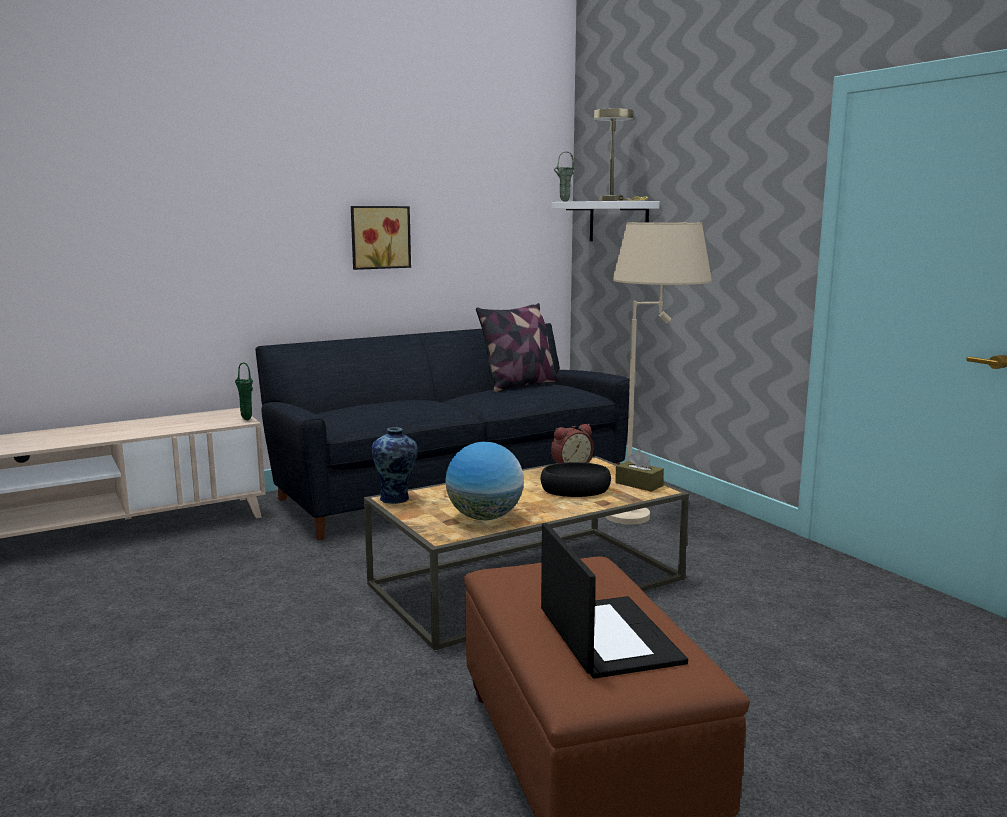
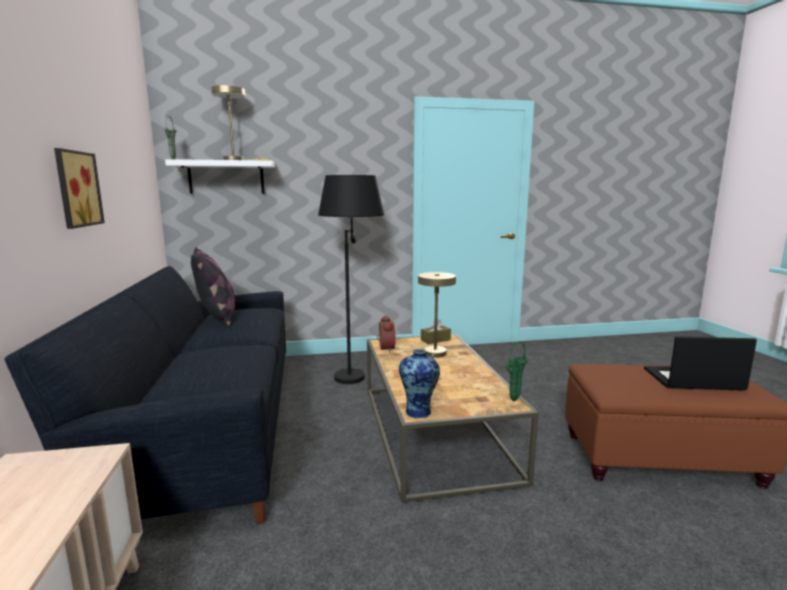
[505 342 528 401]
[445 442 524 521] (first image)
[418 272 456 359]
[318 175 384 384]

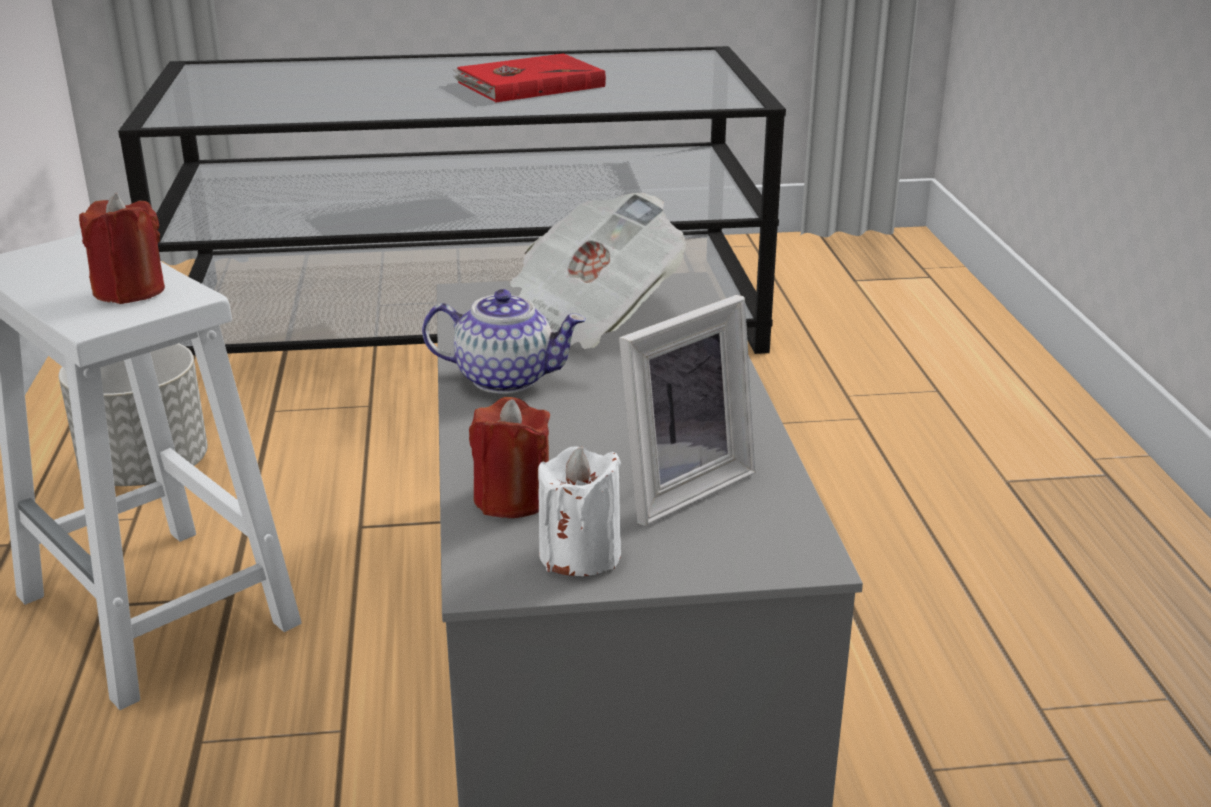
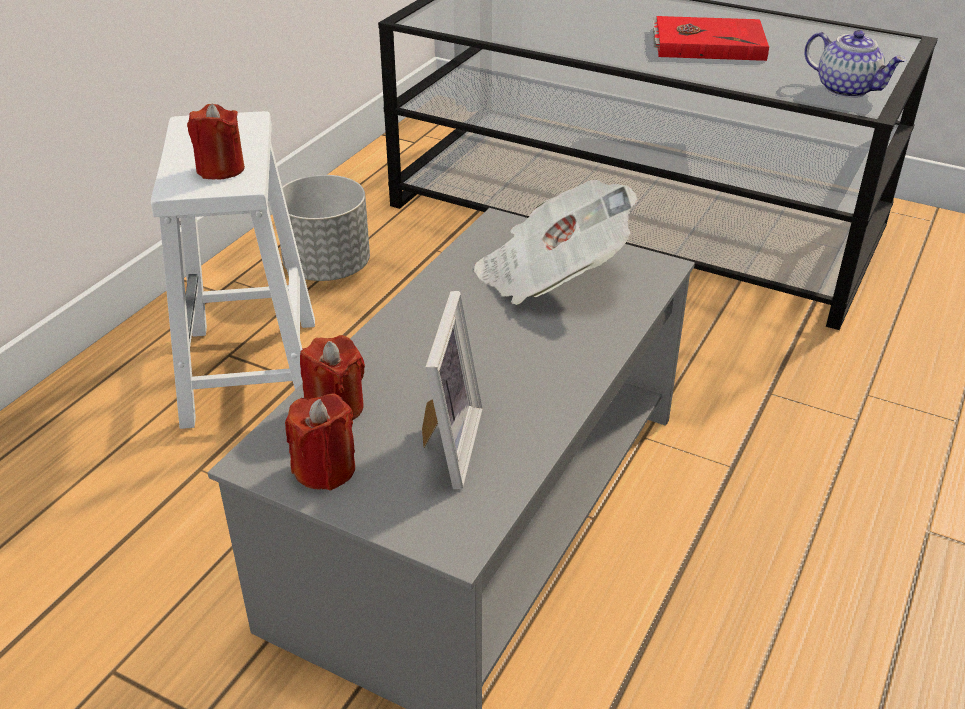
[804 30 907 98]
[285 393 355 491]
[422 291 483 489]

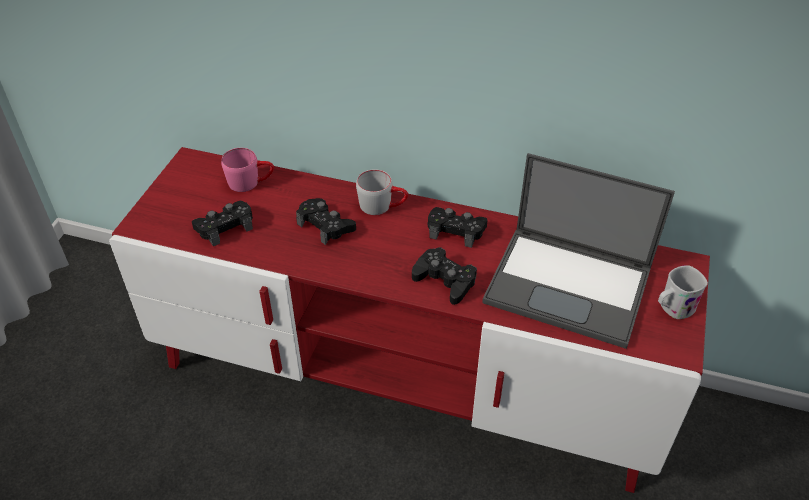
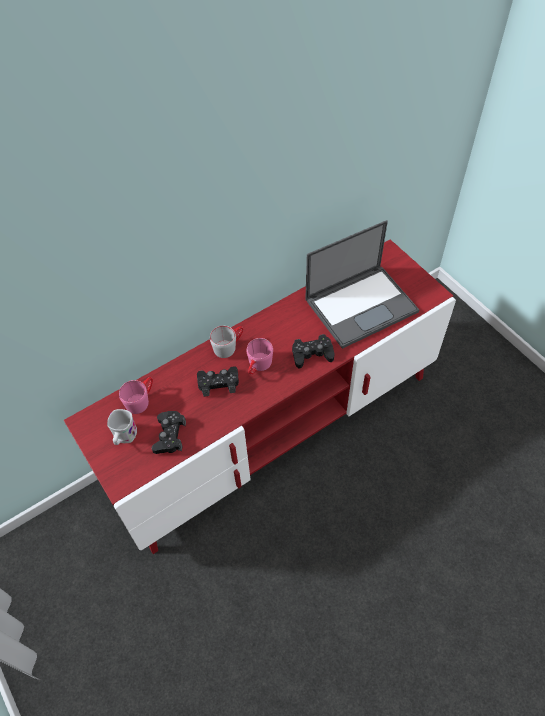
[428 207 488 248] (first image)
[107 409 137 445]
[246 338 273 375]

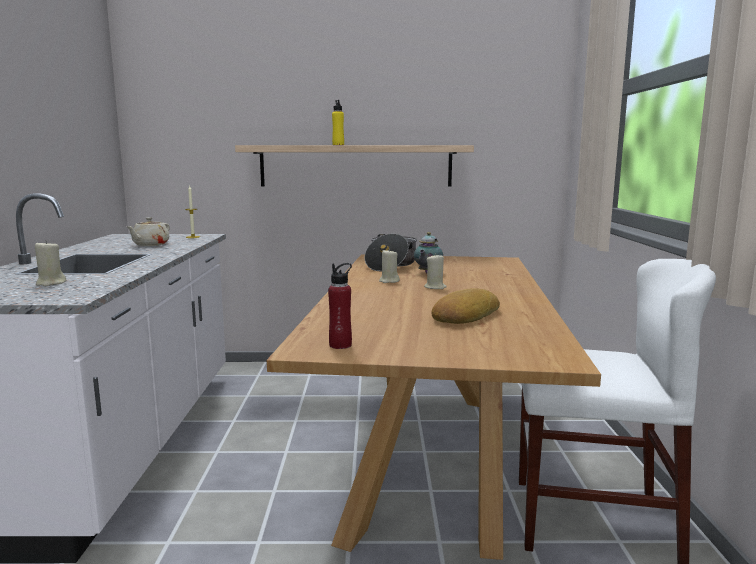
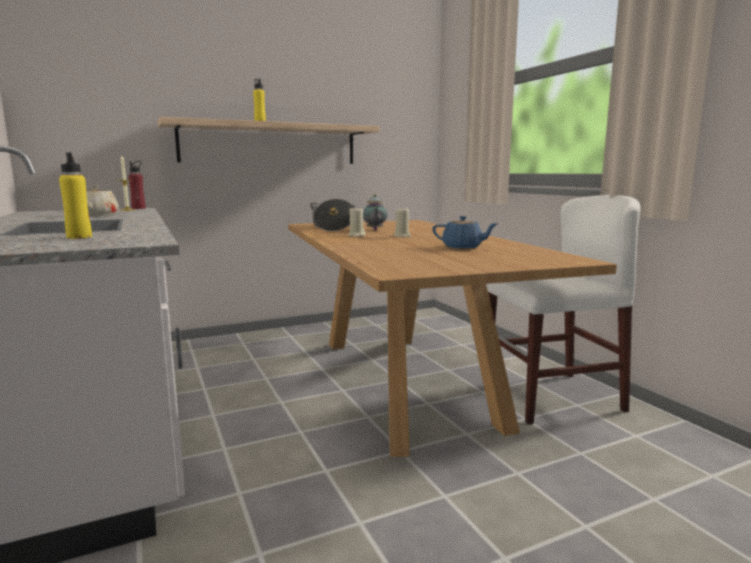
[59 152 92 239]
[129 161 145 209]
[432 216 499 249]

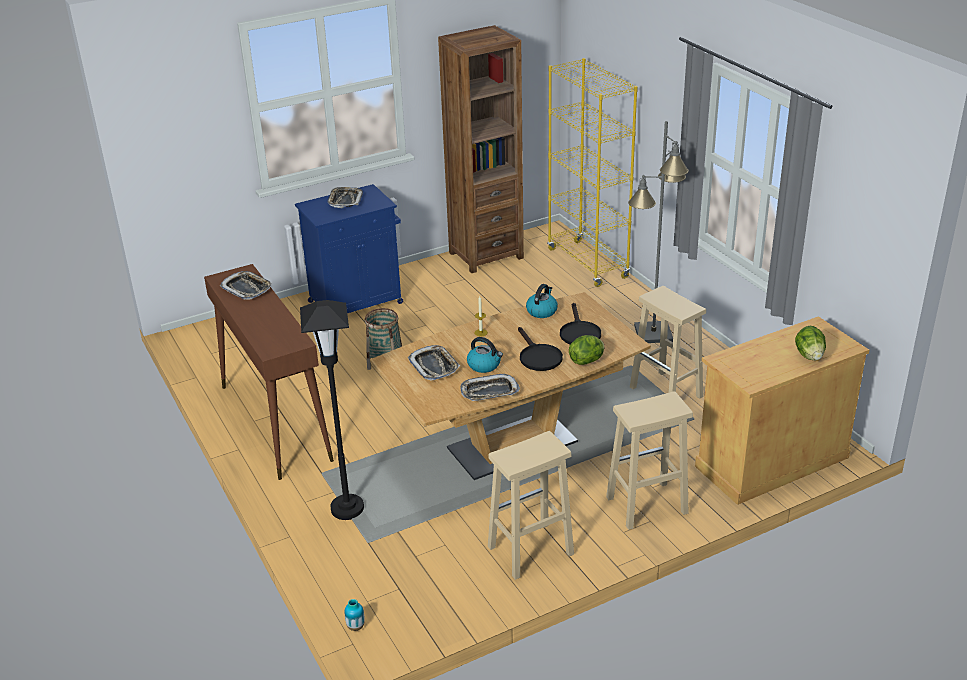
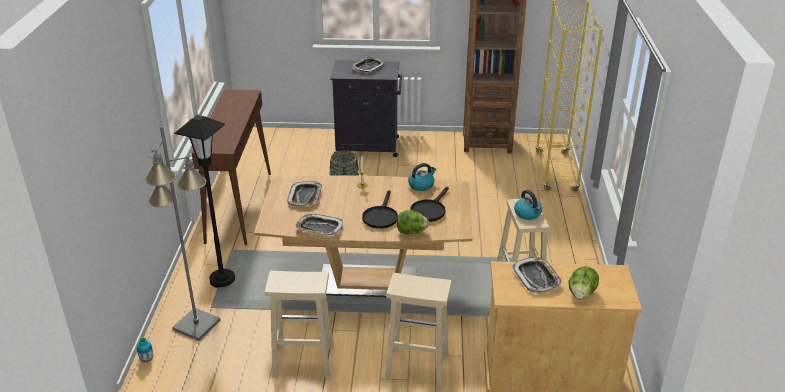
[512 257 563 293]
[330 61 402 157]
[514 190 542 220]
[145 126 221 341]

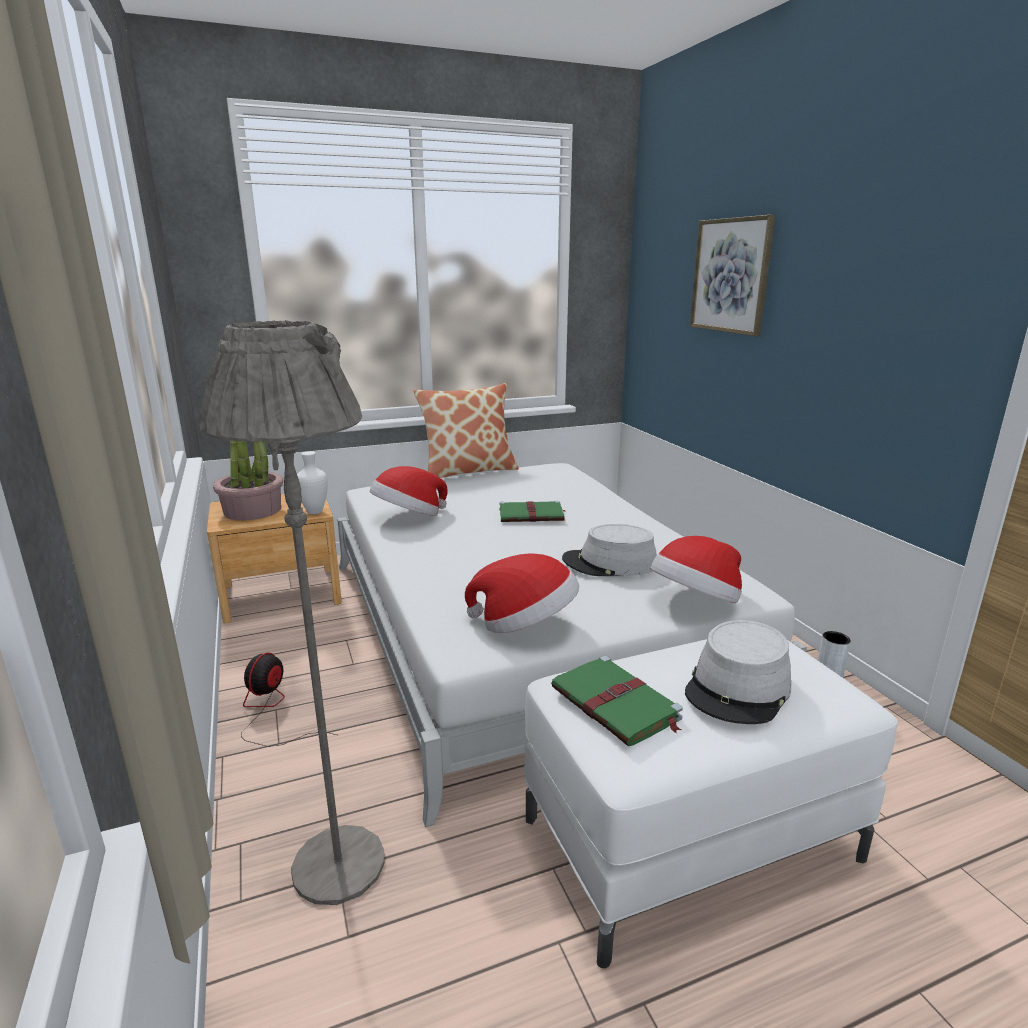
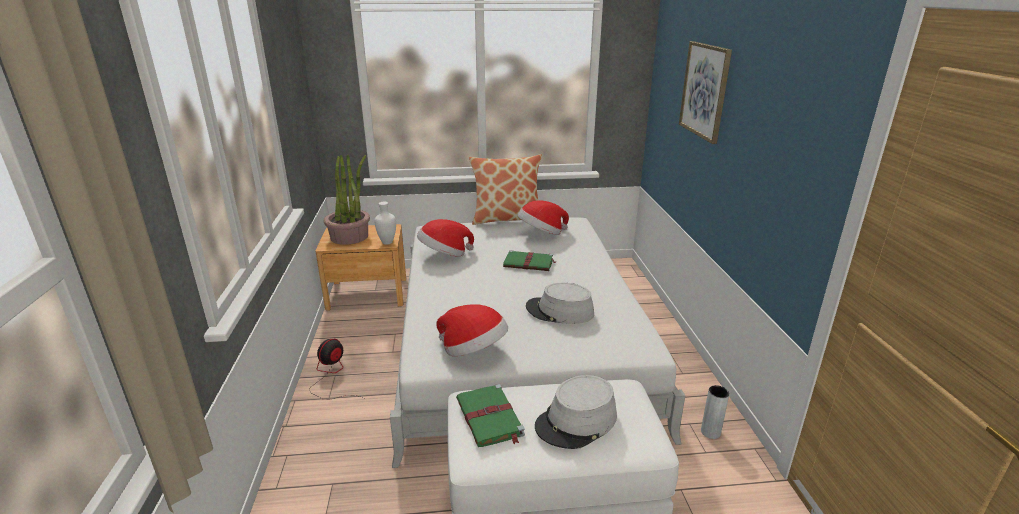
[199 320 385 905] (first image)
[518 200 569 235]

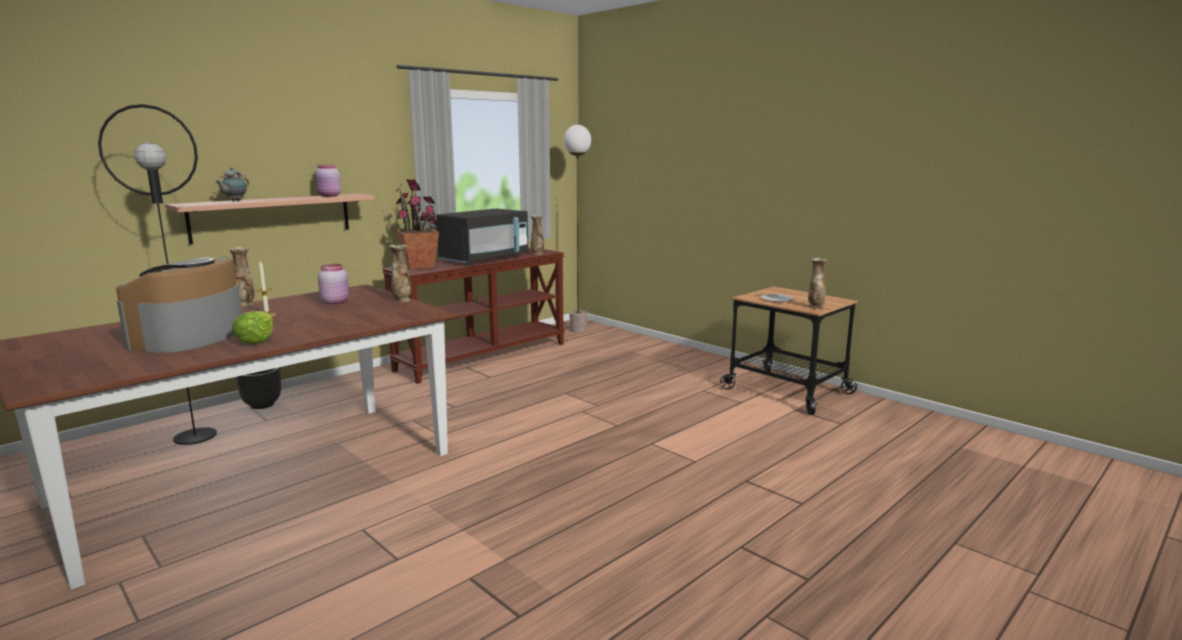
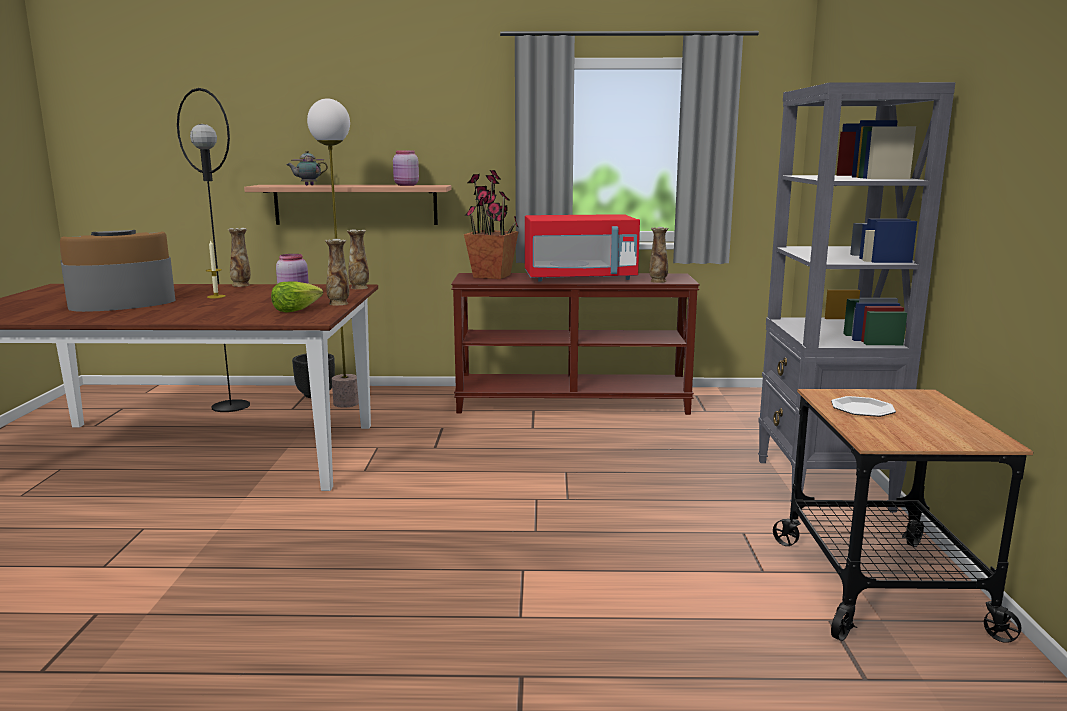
[271 282 323 313]
[525 215 640 282]
[307 99 359 408]
[347 229 369 289]
[758 82 955 513]

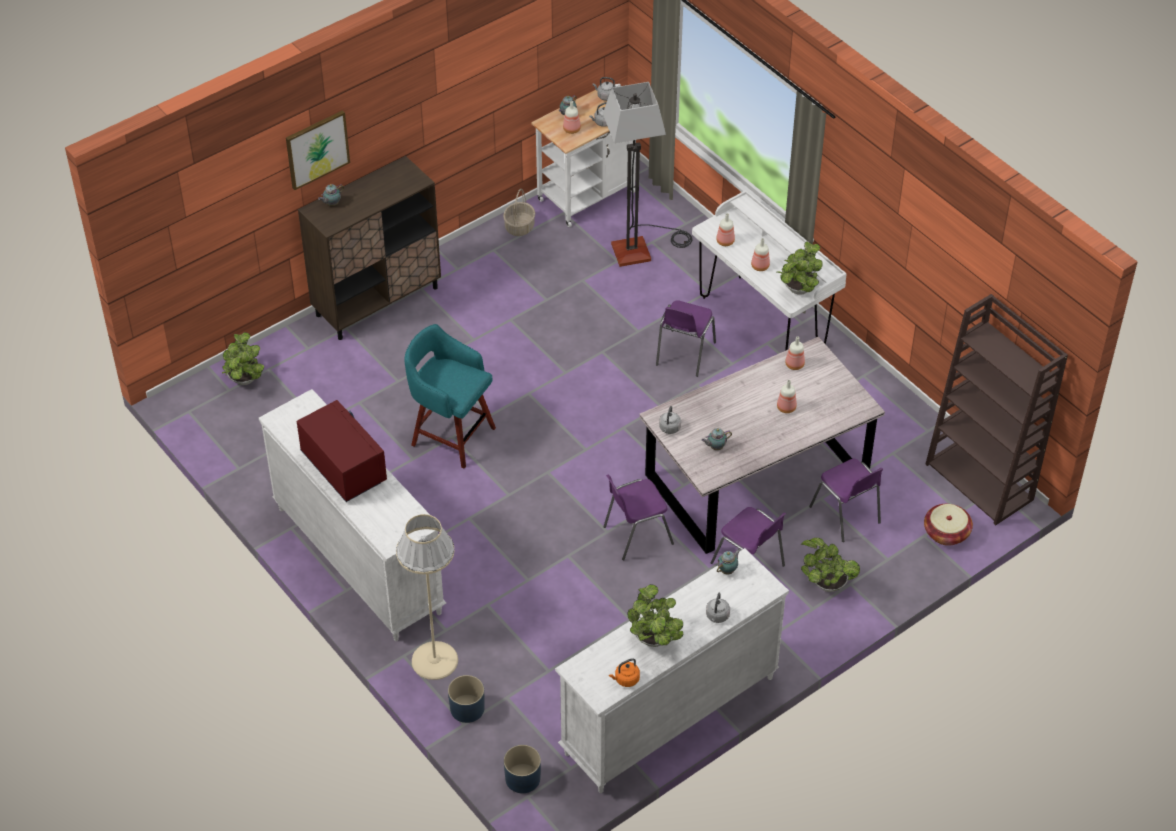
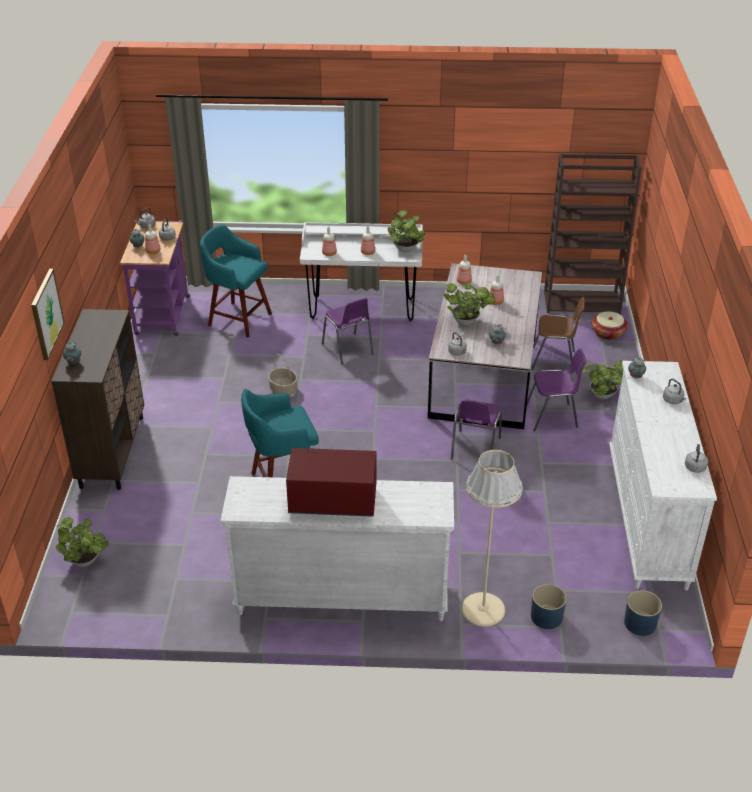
[268 354 298 395]
[120 220 190 336]
[200 224 272 338]
[685 444 708 473]
[443 283 495 325]
[531 297 585 372]

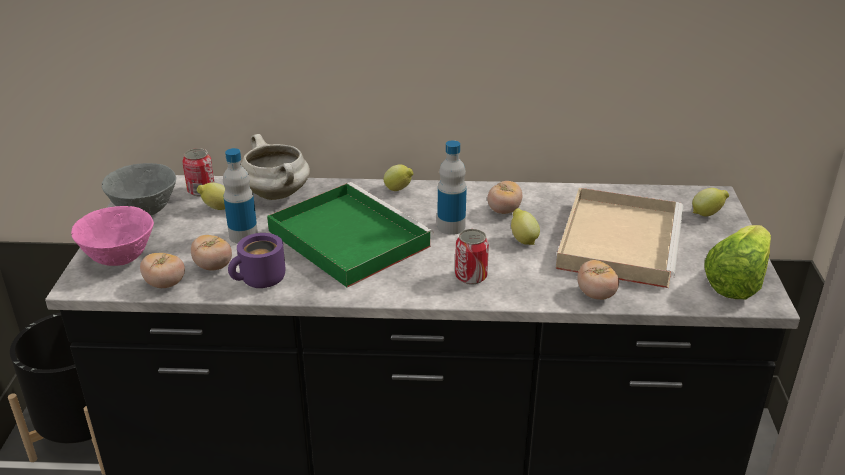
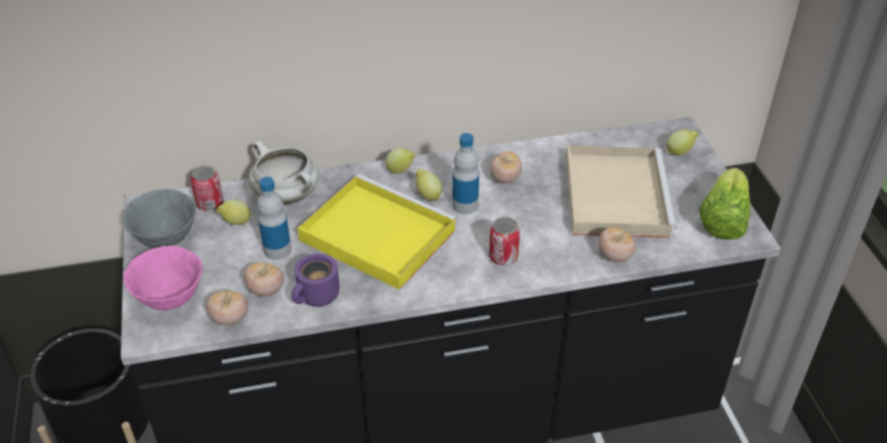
[297 174 457 290]
[416 169 442 200]

